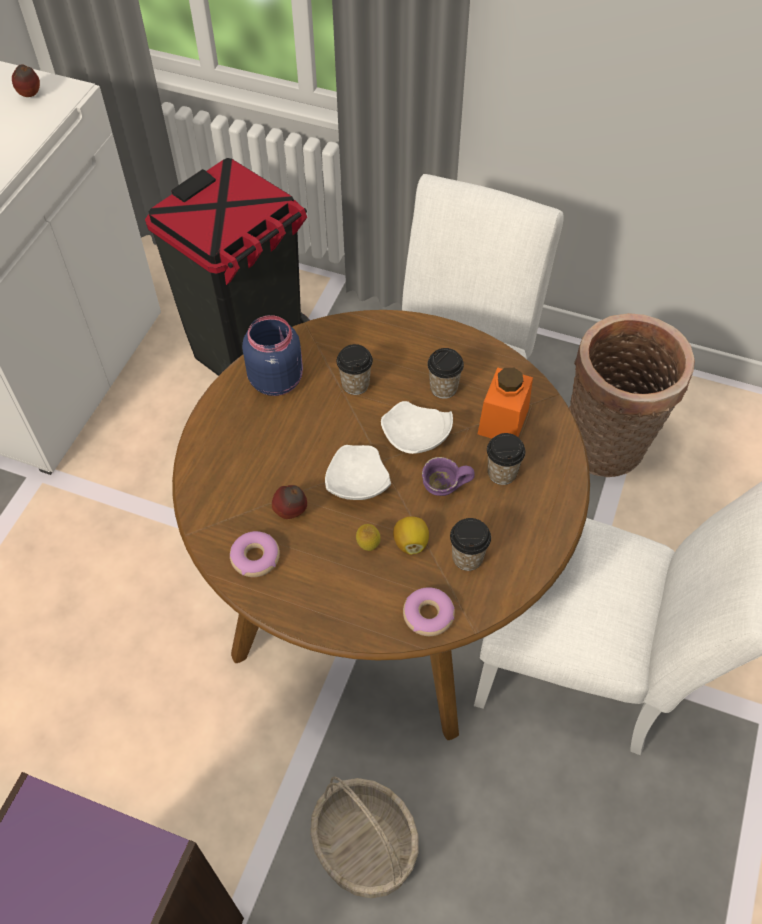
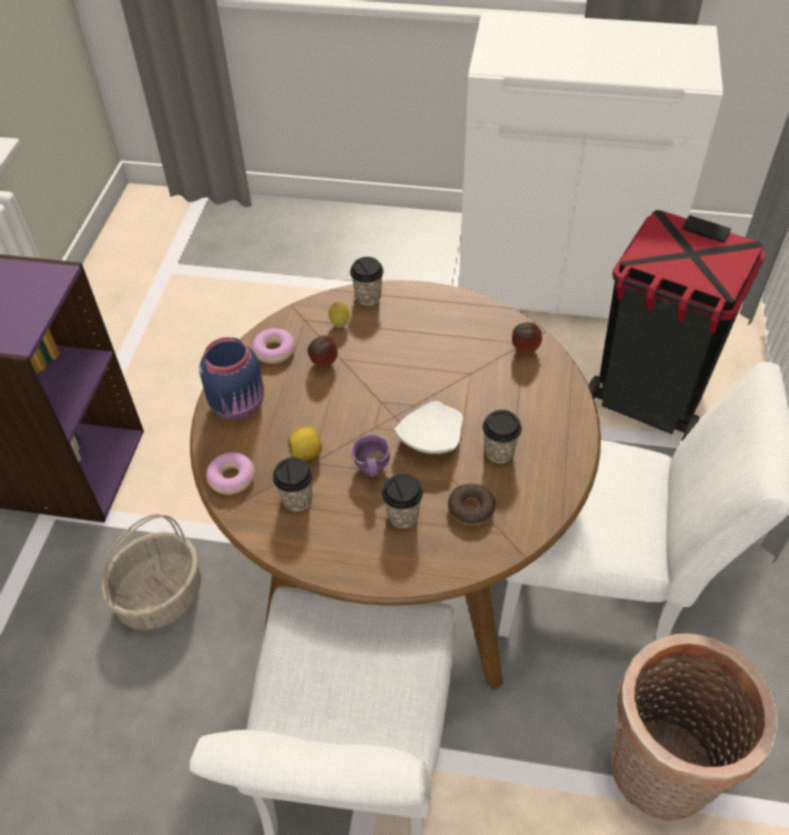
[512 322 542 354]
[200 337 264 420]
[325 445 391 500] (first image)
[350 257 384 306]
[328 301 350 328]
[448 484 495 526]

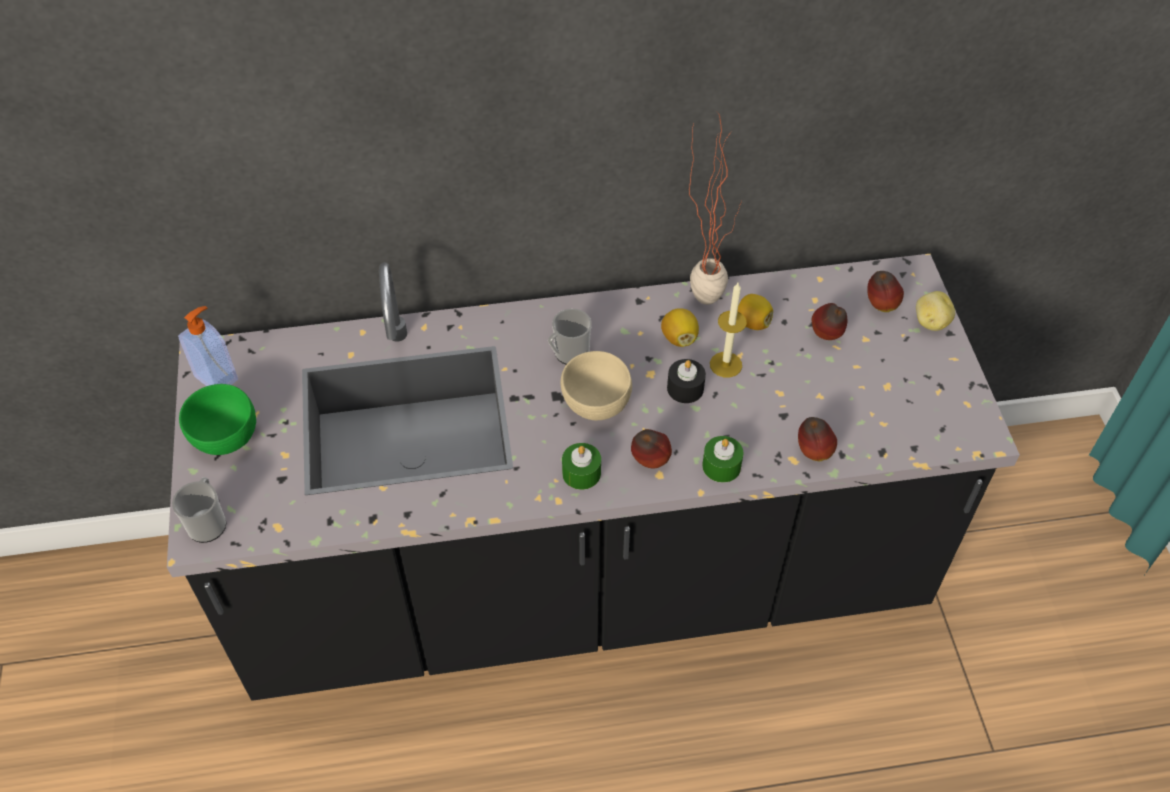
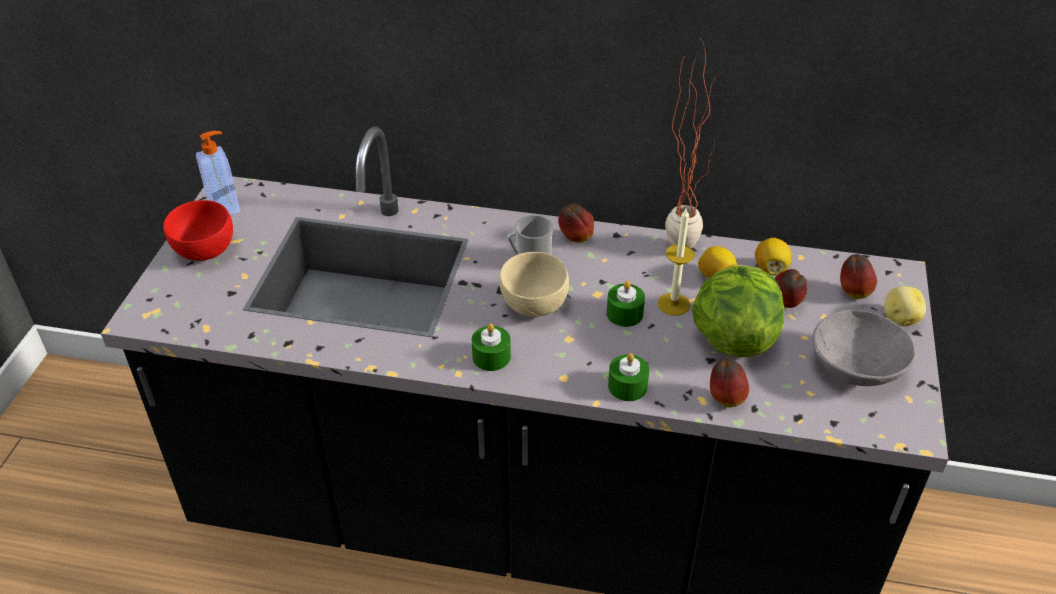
[172 477 226 543] (first image)
[163 200 233 261]
[558 204 594 243]
[755 238 792 275]
[607 281 645 327]
[692 265 784 357]
[812 310 916 386]

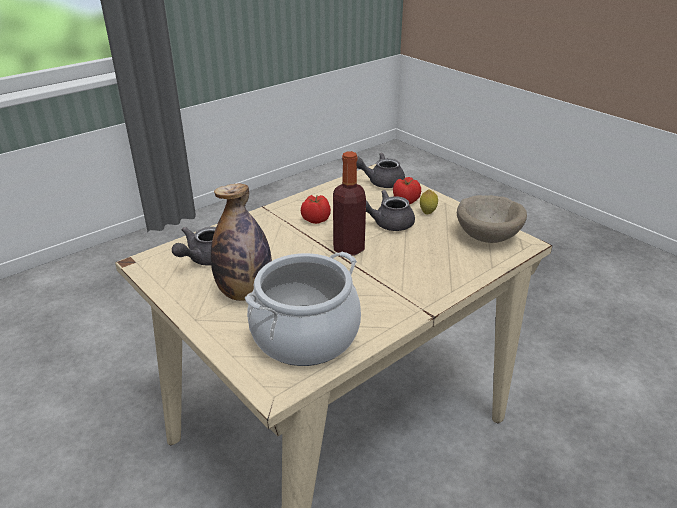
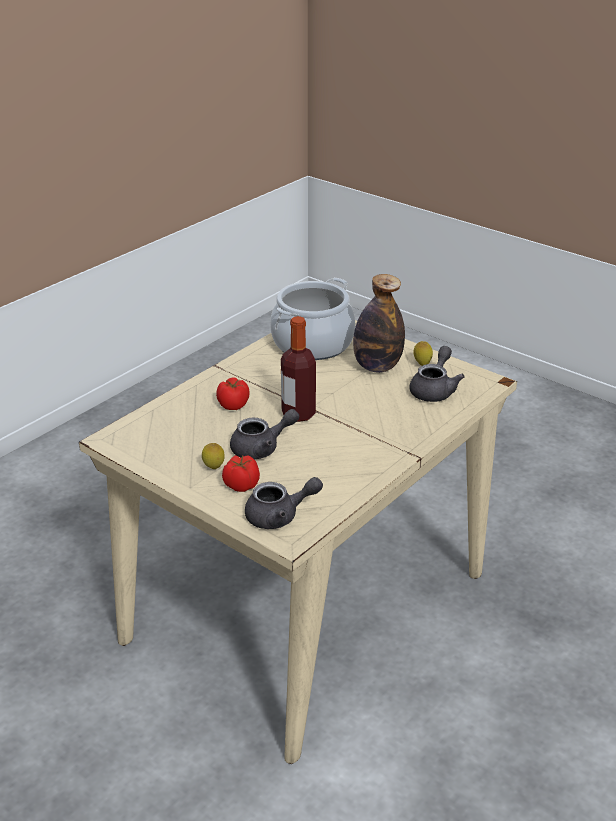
[216 377 249 410]
[457 195 527 243] (first image)
[413 341 433 366]

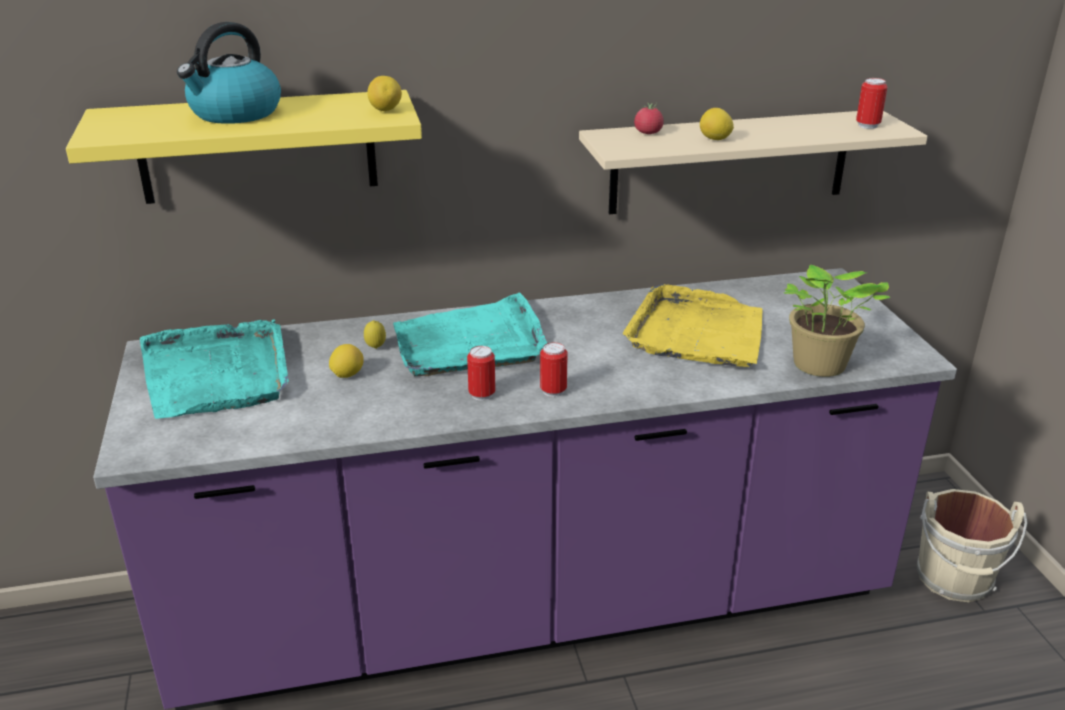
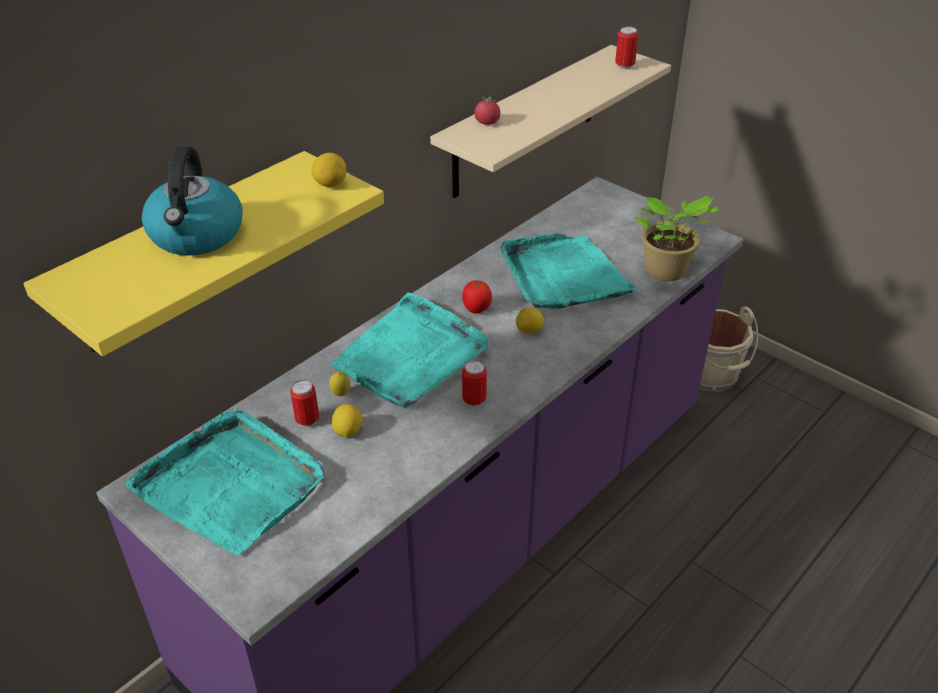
[290 380 319 427]
[500 234 639 309]
[516 307 544 334]
[462 280 492 313]

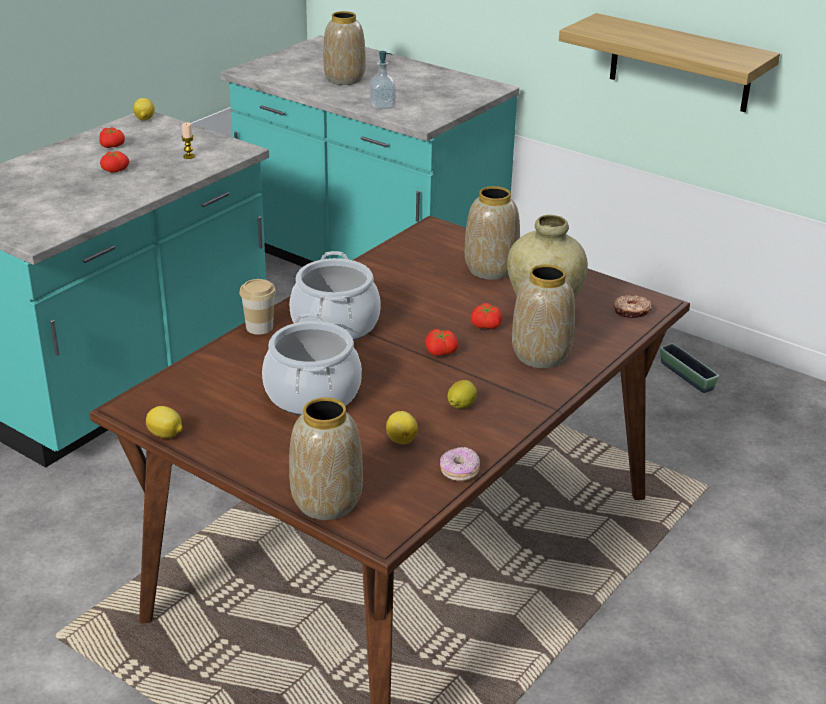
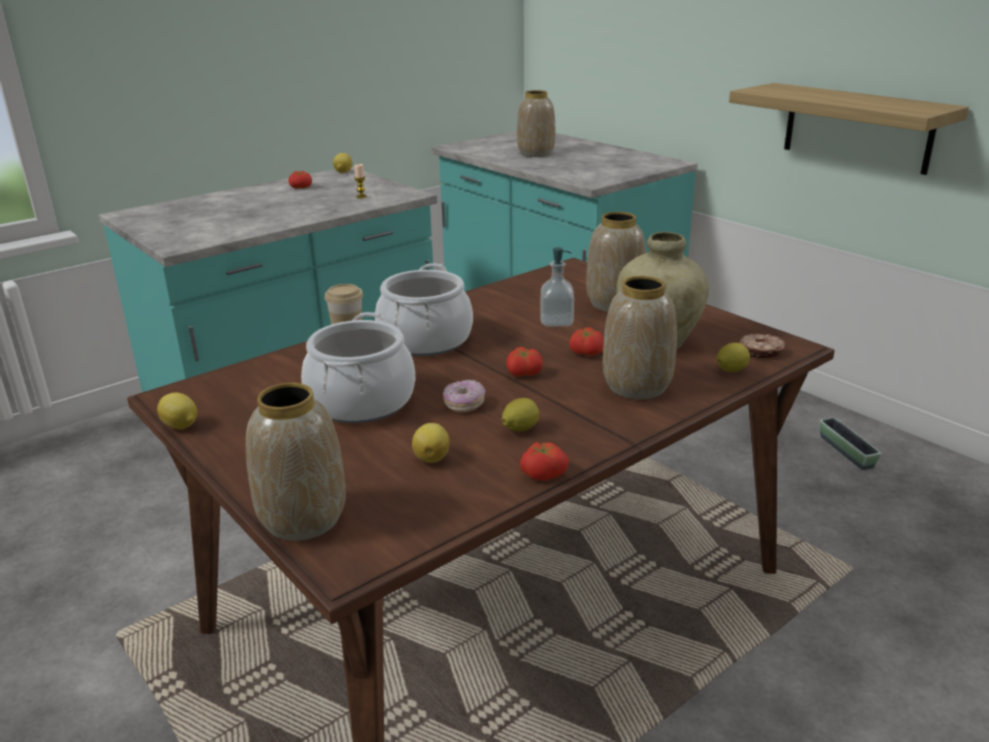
[520 442 569 481]
[541 247 574 327]
[443 380 485 412]
[717 343 750 372]

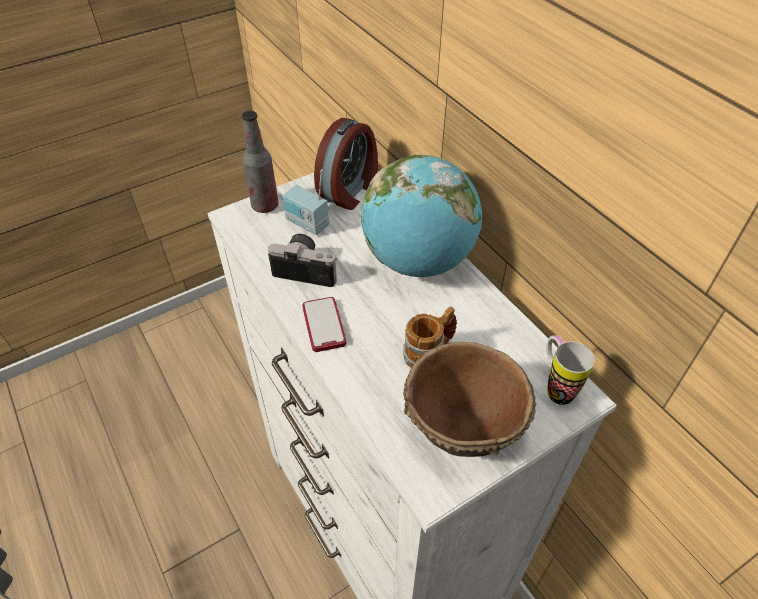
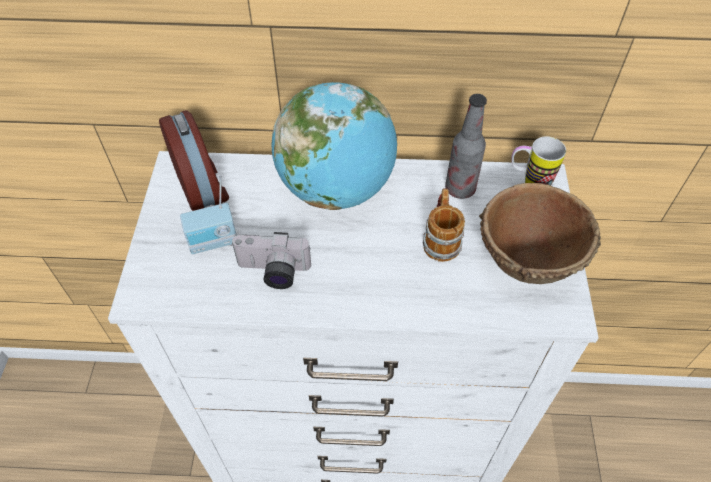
[445 94 487 199]
[231 232 311 289]
[302 297 346 352] (first image)

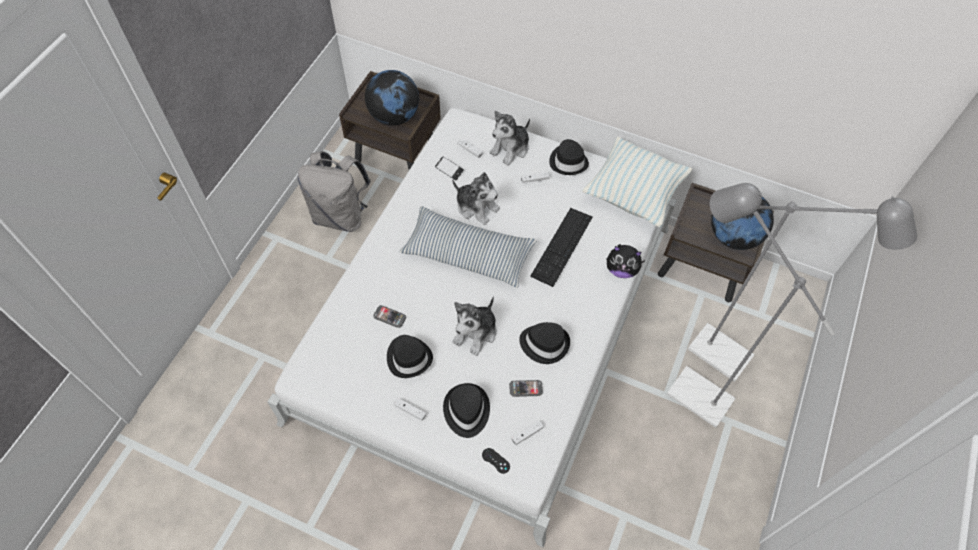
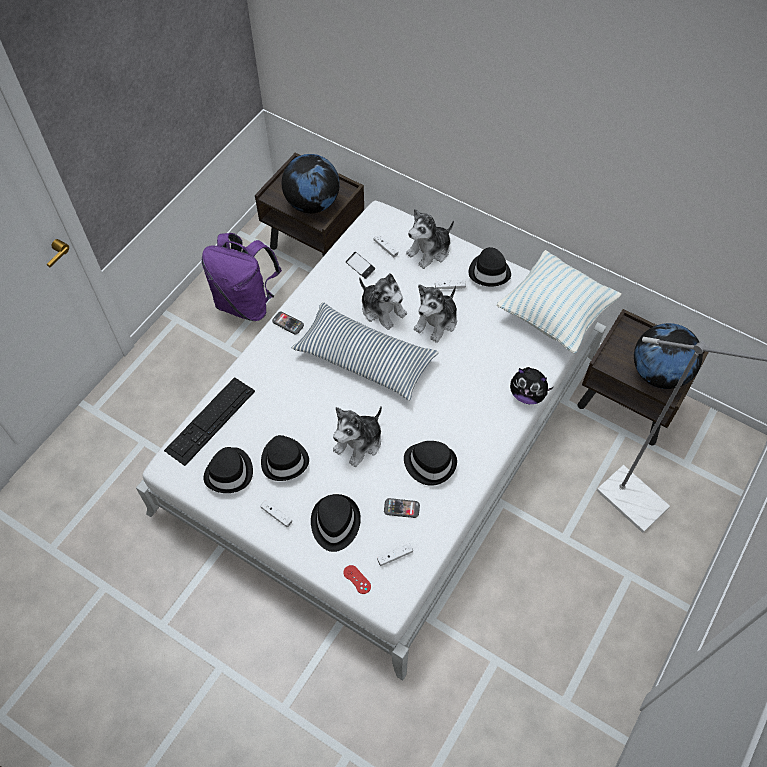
[201 233 282 321]
[272 311 304 334]
[343 565 371 594]
[164 377 255 466]
[667 183 835 428] (first image)
[203 447 253 493]
[414 284 457 343]

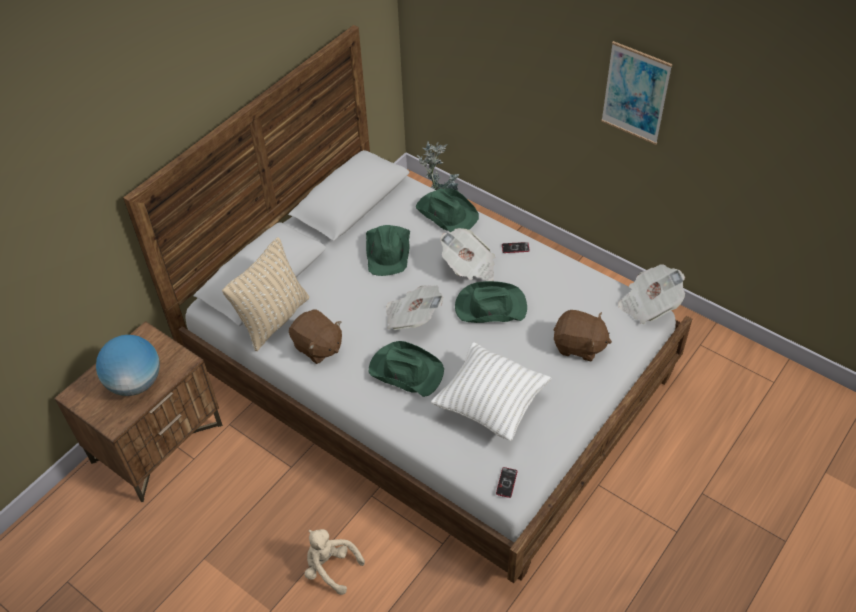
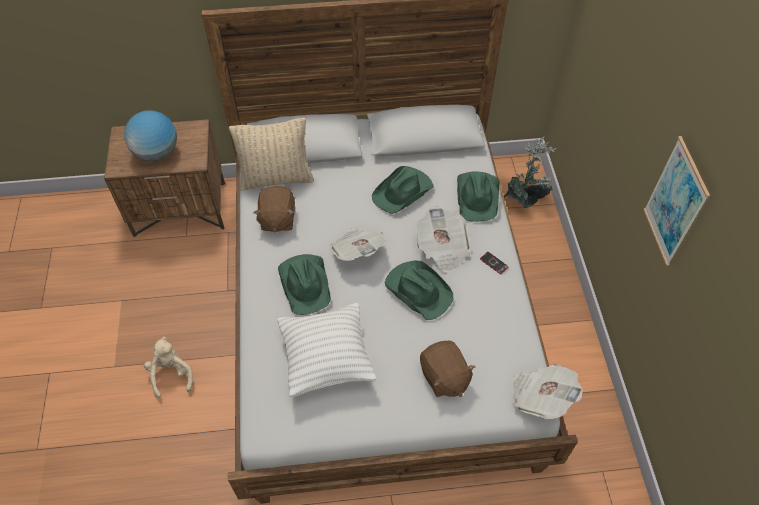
[496 467 518 498] (first image)

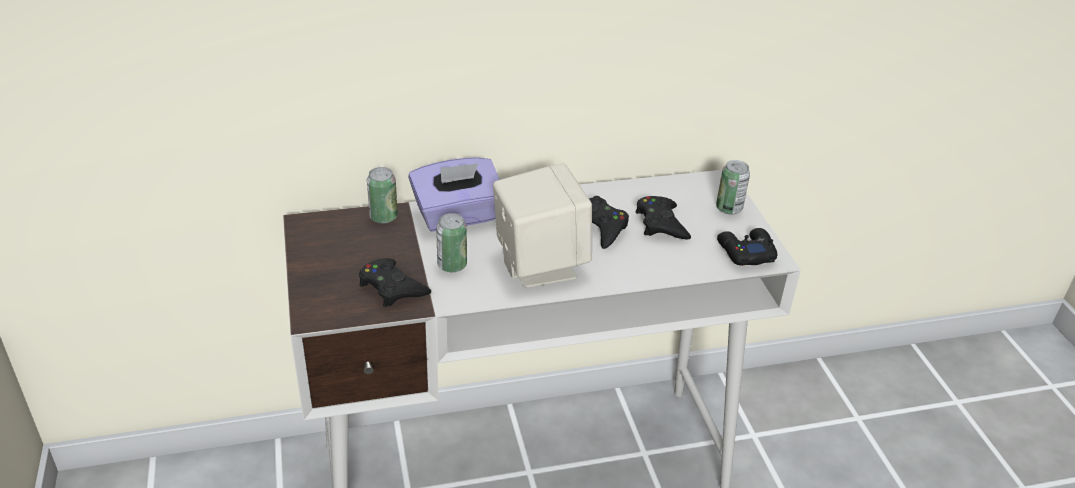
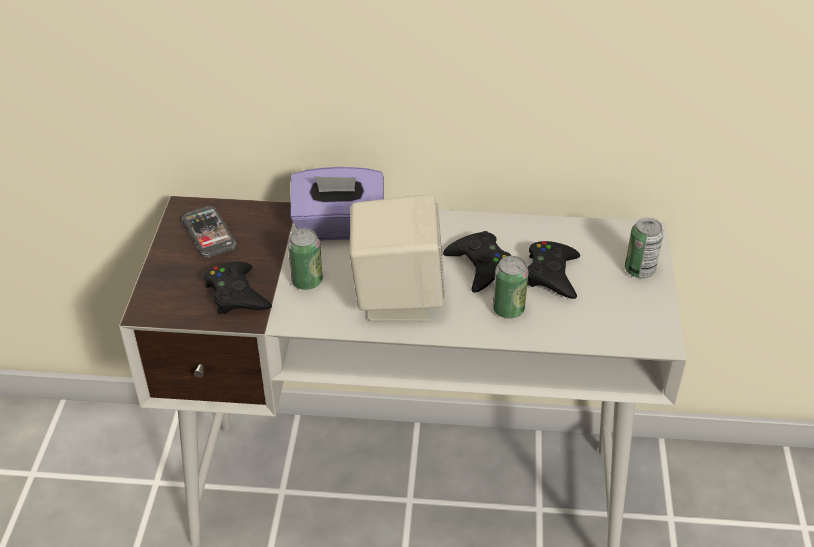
[493 256 529 319]
[717 228 777 266] (first image)
[182 206 237 258]

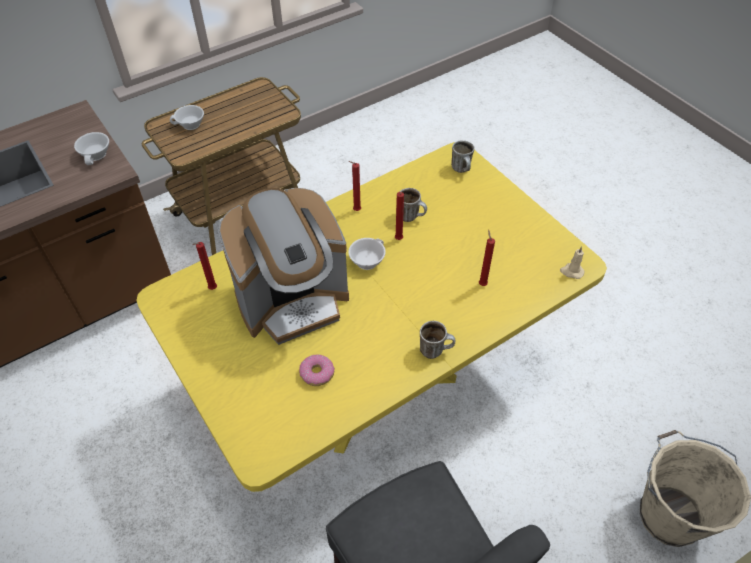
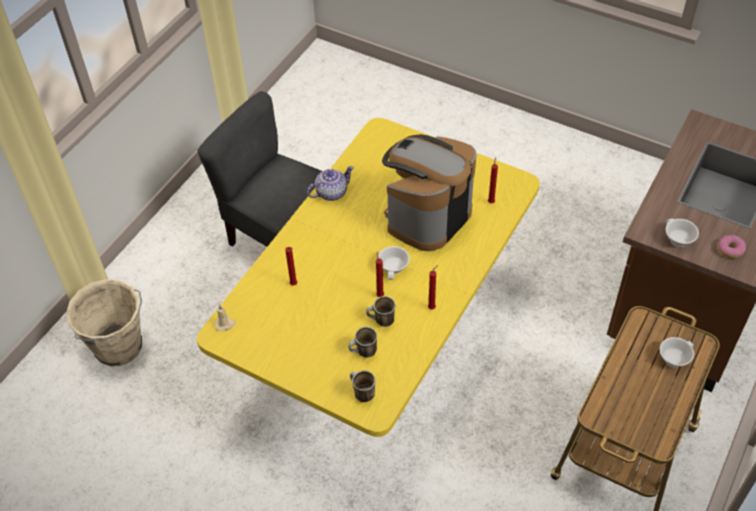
[718 235 746 258]
[348 327 377 358]
[307 166 354 201]

